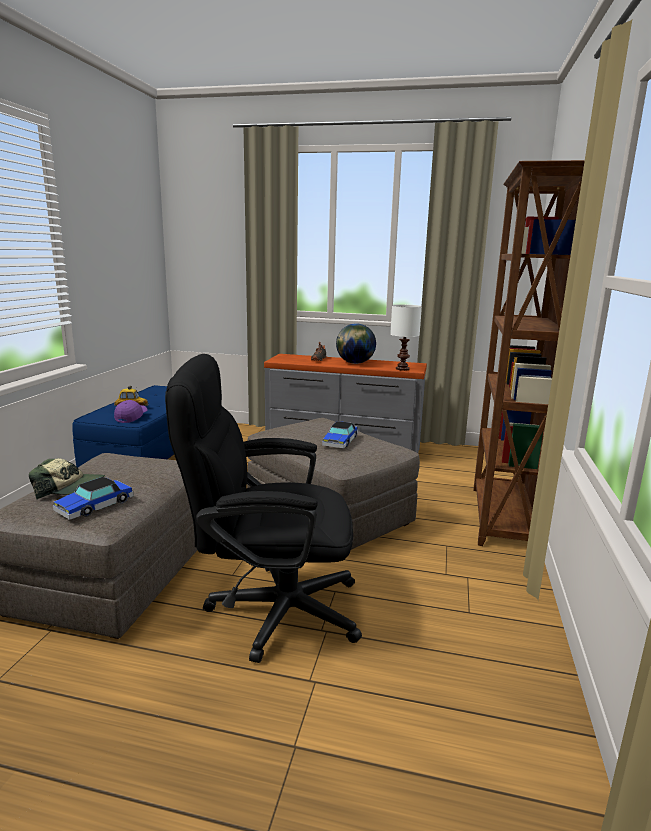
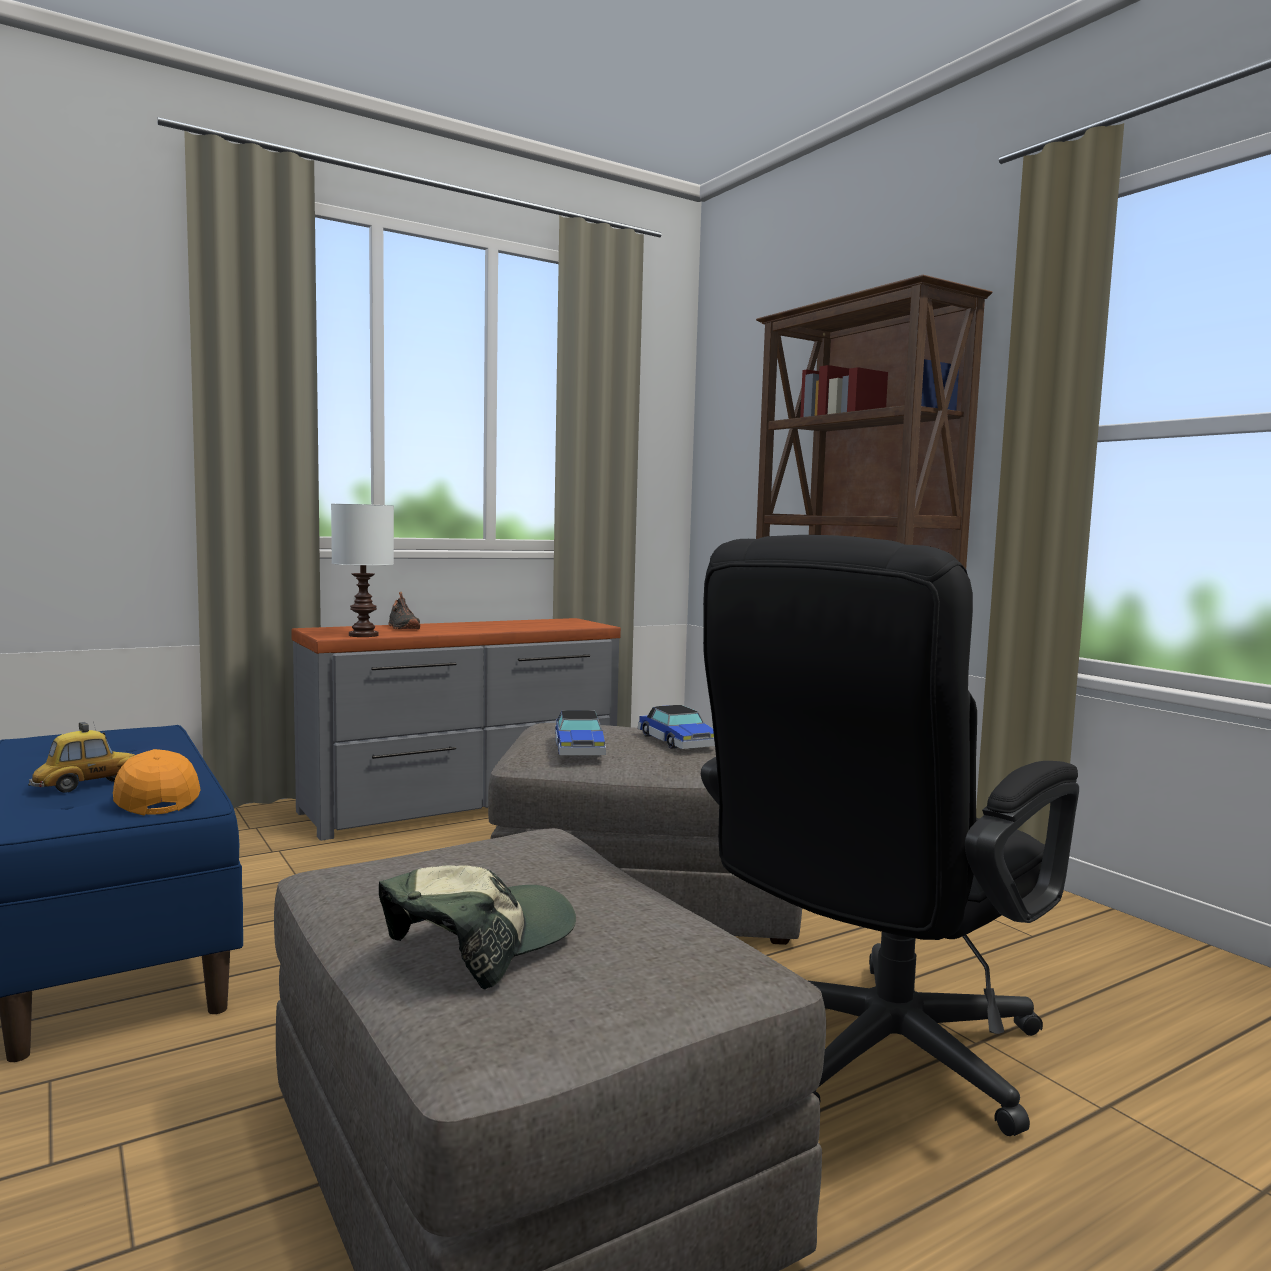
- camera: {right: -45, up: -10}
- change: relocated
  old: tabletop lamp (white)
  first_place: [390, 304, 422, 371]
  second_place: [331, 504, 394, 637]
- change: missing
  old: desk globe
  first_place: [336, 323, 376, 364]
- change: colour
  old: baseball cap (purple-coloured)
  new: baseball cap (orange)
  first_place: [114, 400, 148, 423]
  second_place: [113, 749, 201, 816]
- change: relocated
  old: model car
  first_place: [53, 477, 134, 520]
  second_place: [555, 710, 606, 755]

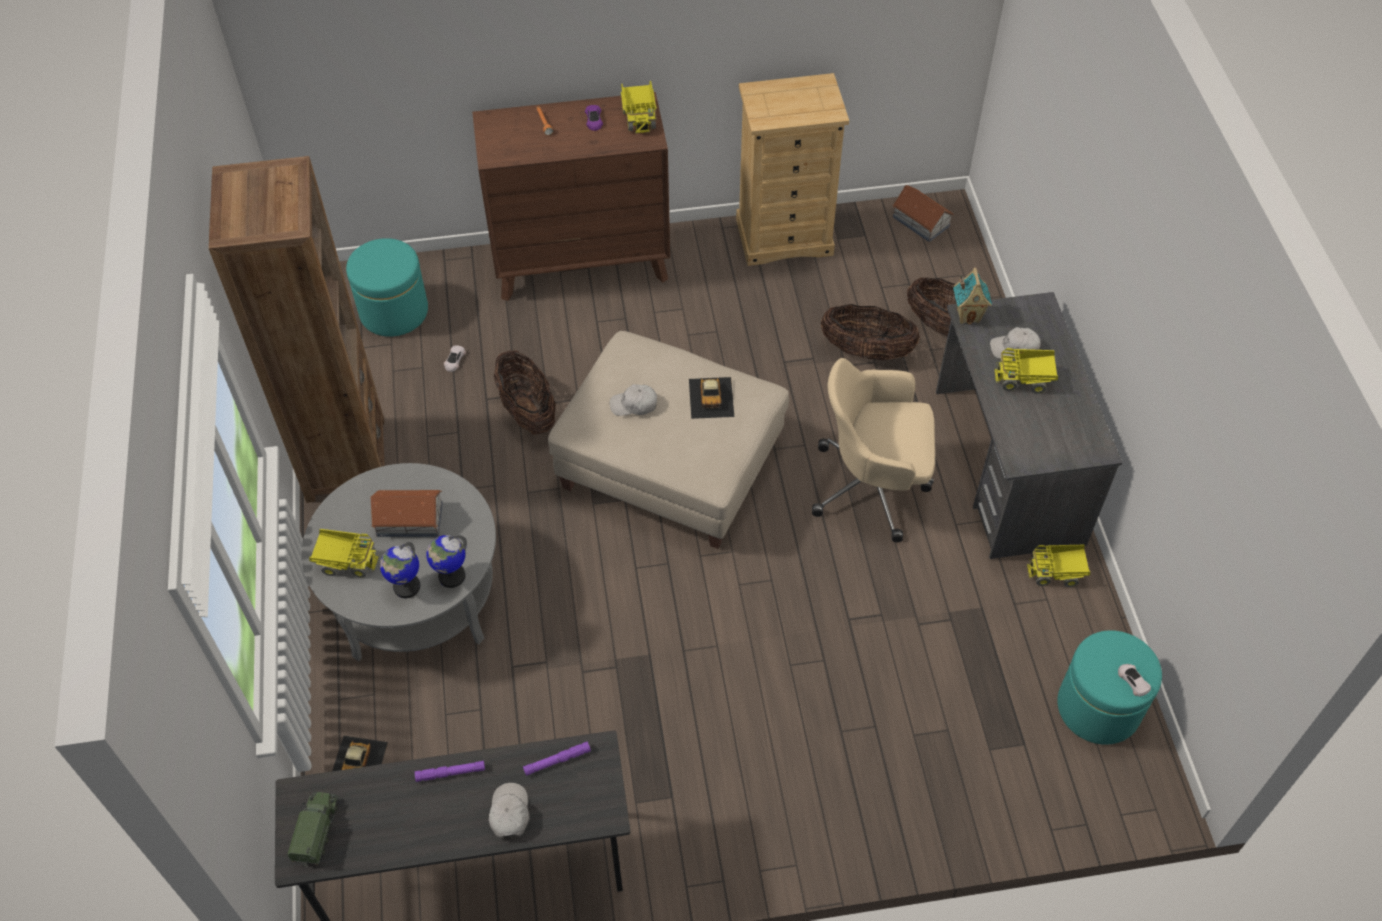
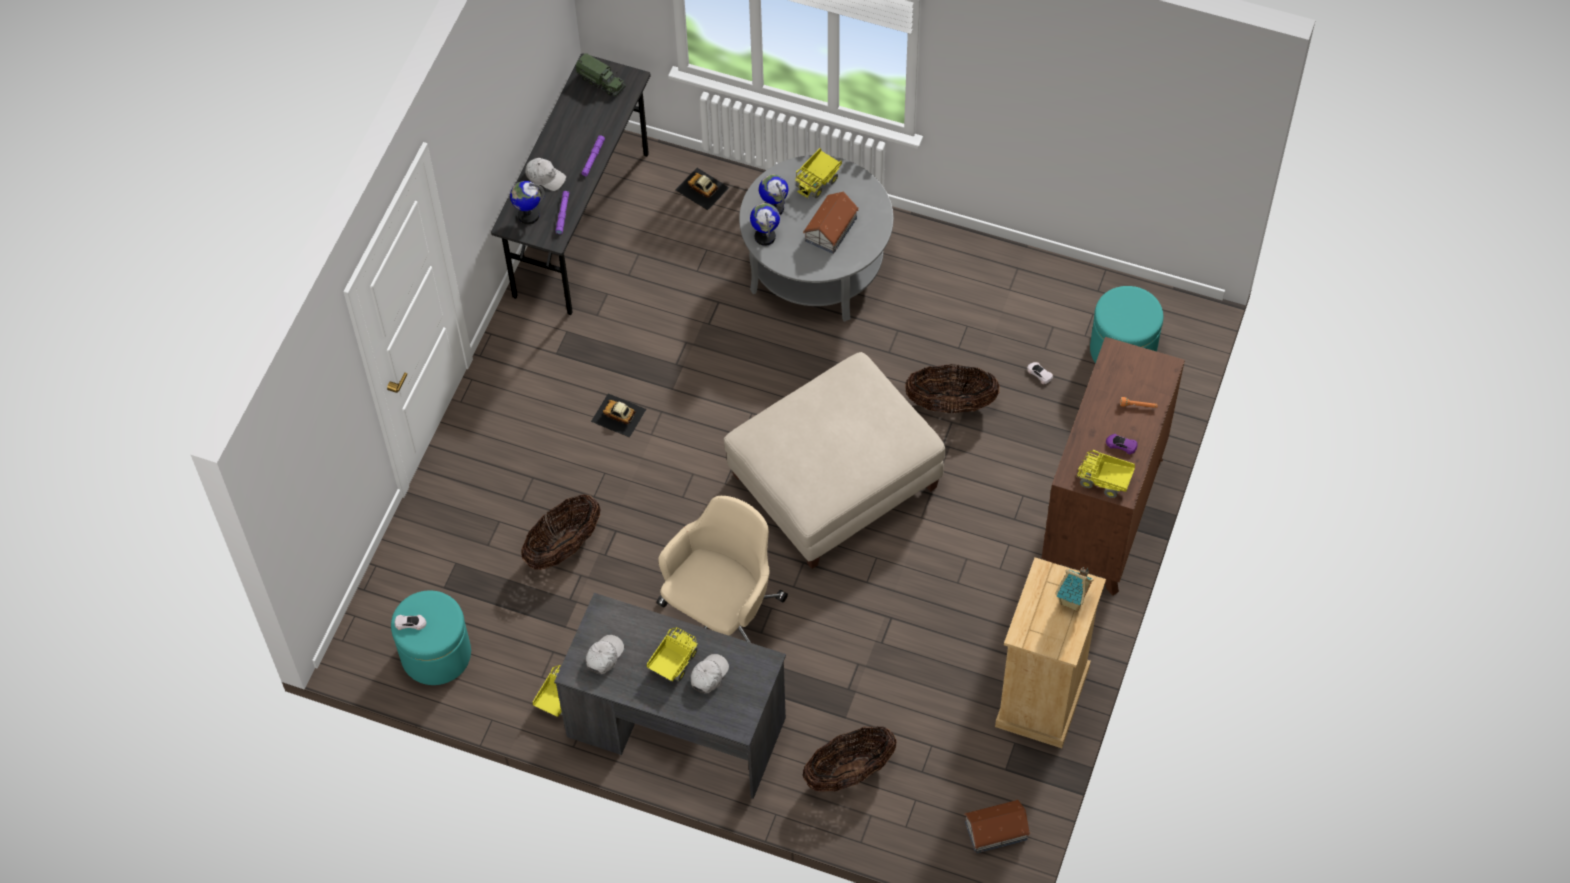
- camera: {right: 120, up: 5}
- change: missing
  old: bookcase (brown-coloured)
  first_place: [209, 156, 385, 503]
- change: relocated
  old: miniature house
  first_place: [953, 268, 992, 324]
  second_place: [1055, 567, 1094, 611]
- change: relocated
  old: storage basket
  first_place: [821, 304, 920, 360]
  second_place: [521, 494, 601, 570]
- change: relocated
  old: model car
  first_place: [689, 377, 734, 419]
  second_place: [591, 393, 647, 438]
- change: relocated
  old: baseball cap (white)
  first_place: [610, 384, 657, 416]
  second_place: [586, 635, 624, 674]
- change: appeared
  new: desk globe
  second_place: [510, 181, 545, 224]

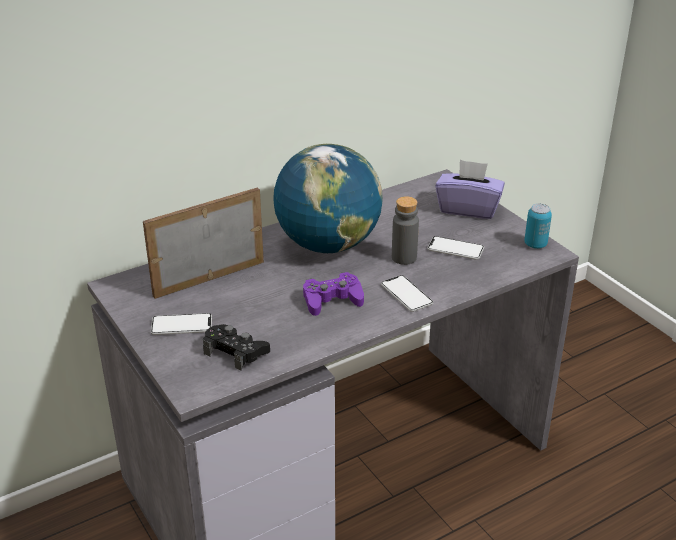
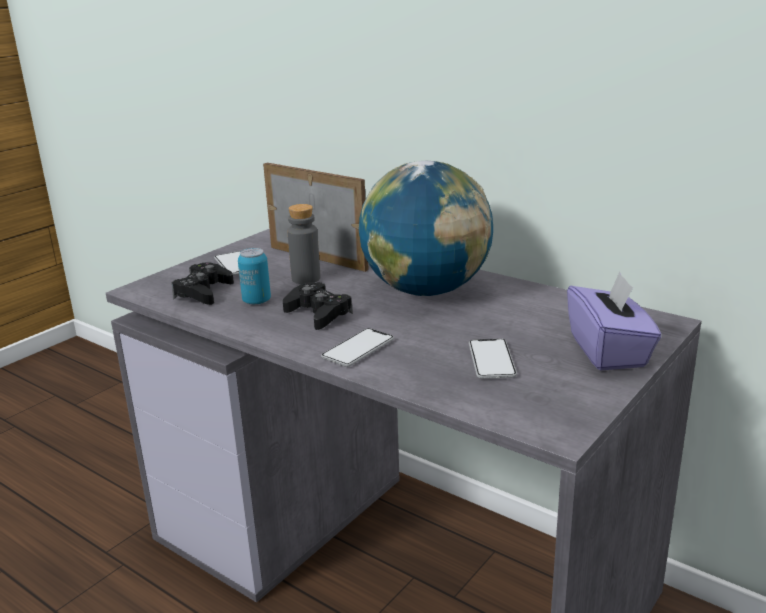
- camera: {right: 70, up: -10}
- change: relocated
  old: drink bottle (gray)
  first_place: [392, 196, 419, 265]
  second_place: [287, 204, 320, 284]
- change: relocated
  old: metal can
  first_place: [524, 203, 552, 249]
  second_place: [238, 248, 271, 305]
- change: colour
  old: game controller (purple-coloured)
  new: game controller (black)
  first_place: [303, 272, 364, 316]
  second_place: [283, 282, 353, 330]

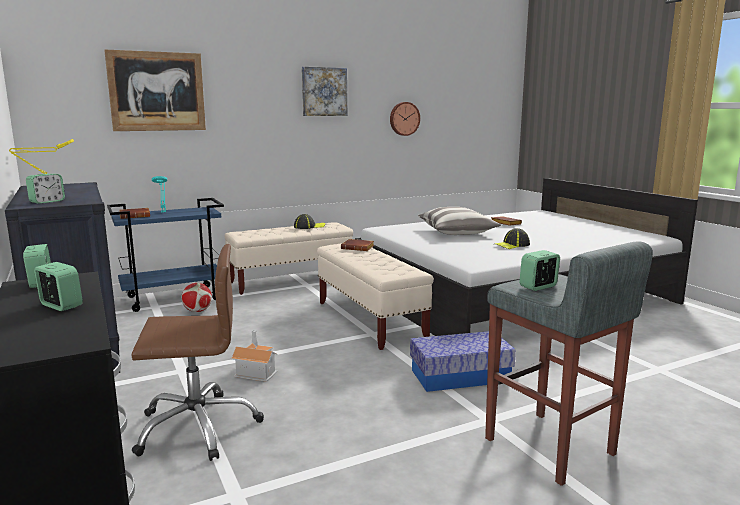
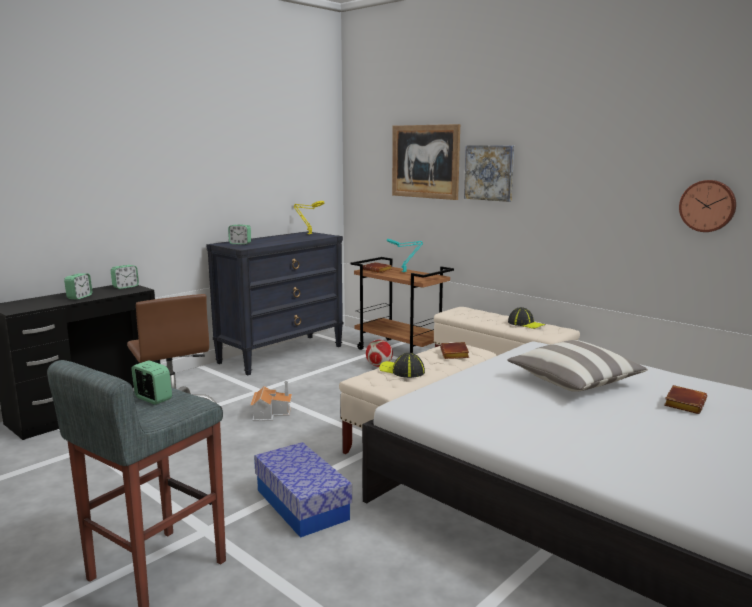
- camera: {right: 70, up: 0}
- change: relocated
  old: wall picture
  first_place: [302, 67, 347, 116]
  second_place: [464, 145, 514, 202]
- change: colour
  old: wheeled cart (blue-coloured)
  new: wheeled cart (brown-coloured)
  first_place: [107, 198, 224, 312]
  second_place: [351, 257, 454, 353]
- change: relocated
  old: baseball cap
  first_place: [495, 228, 530, 249]
  second_place: [380, 353, 425, 378]

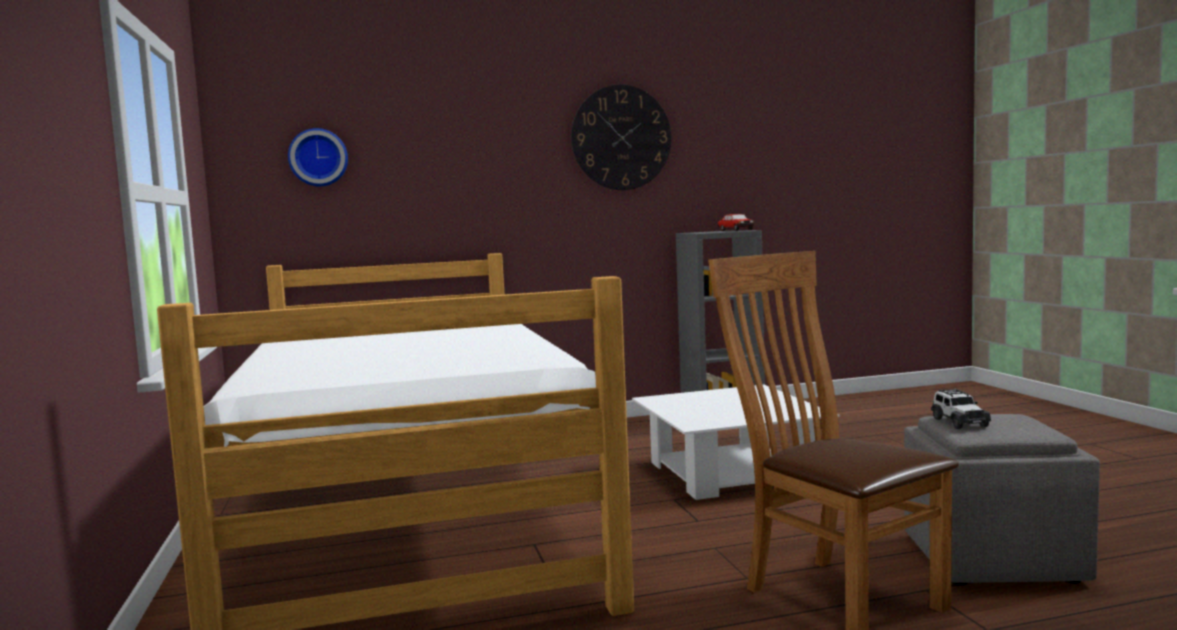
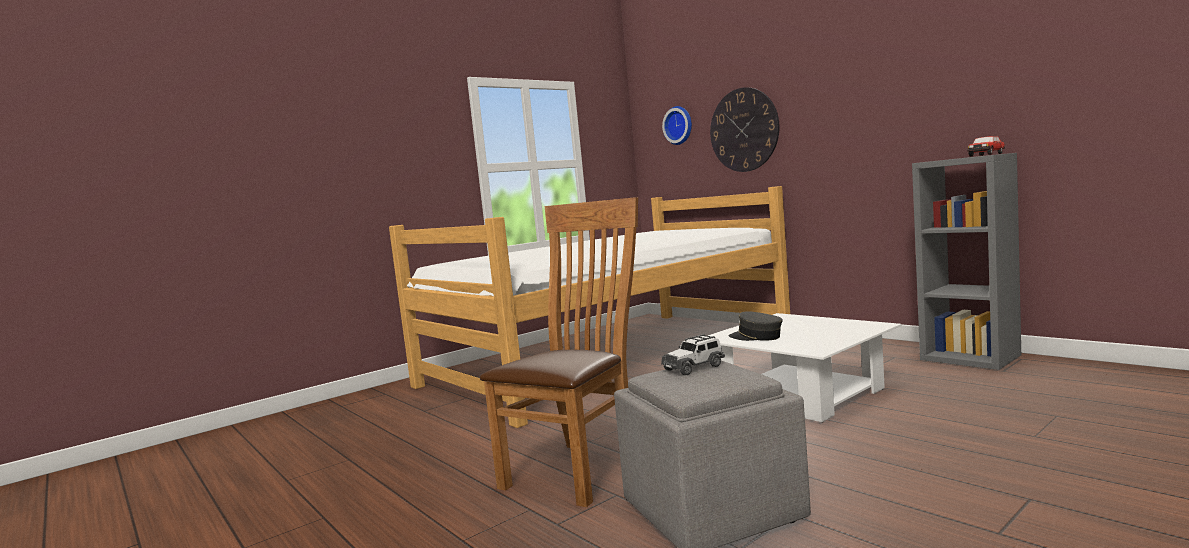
- camera: {right: 65, up: 0}
- change: relocated
  old: clock on the wall
  first_place: [571, 84, 671, 190]
  second_place: [710, 87, 779, 172]
- change: appeared
  new: baseball cap (gray)
  second_place: [729, 312, 783, 341]

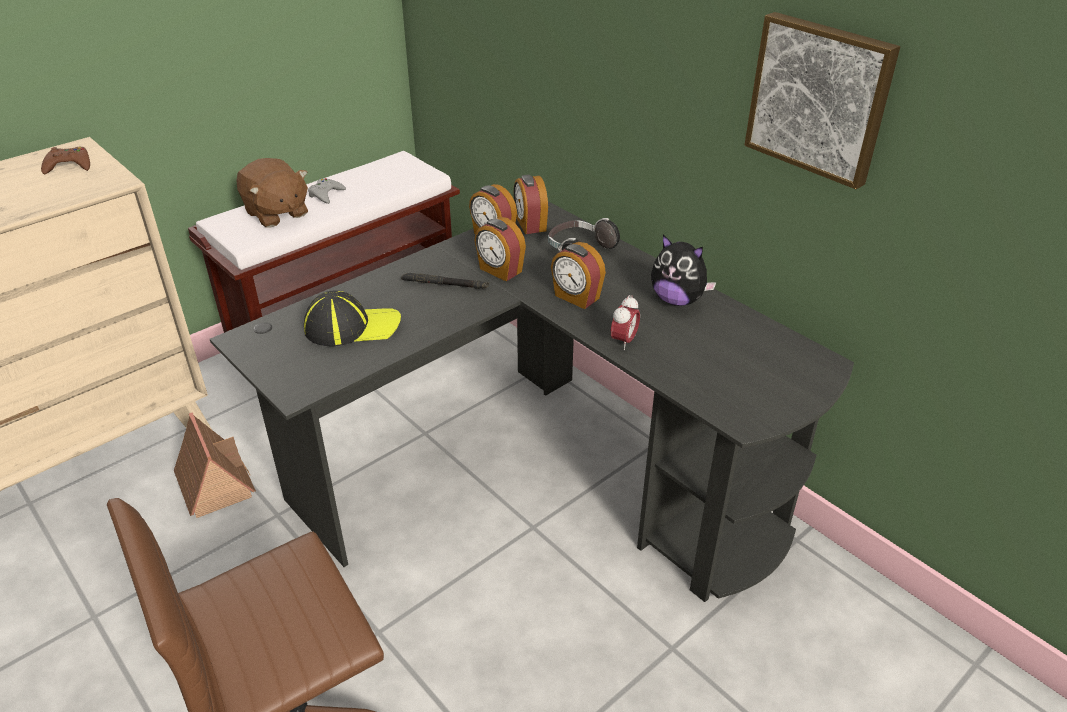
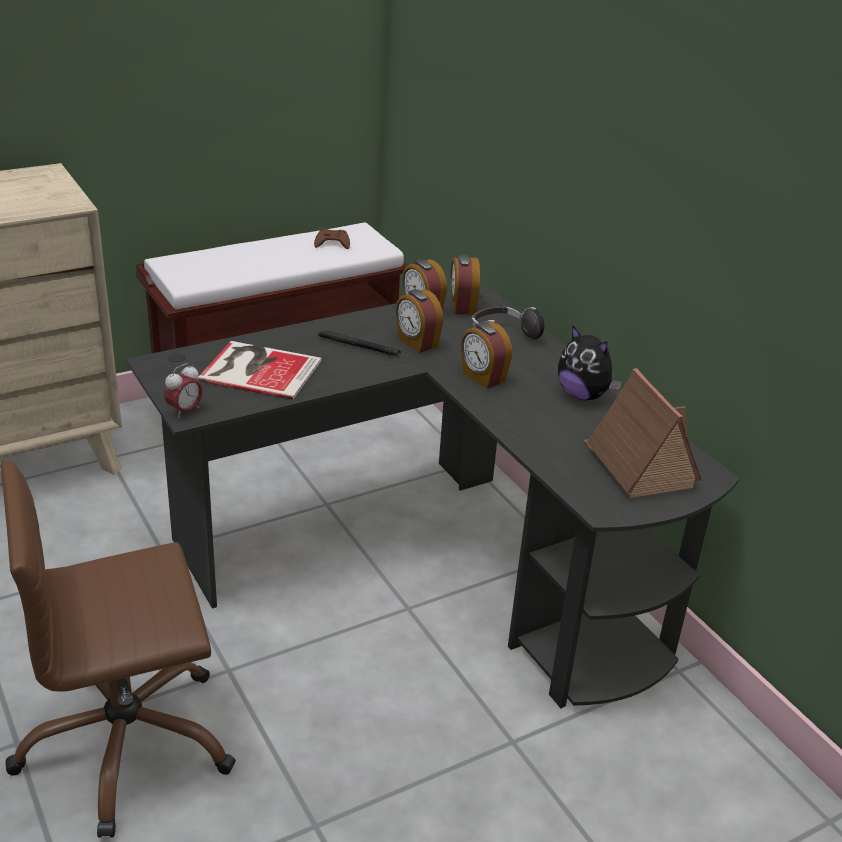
- camera: {right: 10, up: -5}
- change: missing
  old: wall picture
  first_place: [744, 12, 901, 189]
- change: relocated
  old: game controller (brown-coloured)
  first_place: [41, 147, 90, 174]
  second_place: [314, 228, 350, 249]
- change: missing
  old: soft toy (brown-coloured)
  first_place: [236, 158, 308, 227]
- change: missing
  old: game controller (gray)
  first_place: [308, 178, 346, 204]
- change: exchanged
  old: baseball cap
  new: volume
  first_place: [304, 291, 401, 347]
  second_place: [197, 341, 321, 400]
- change: relocated
  old: table clock
  first_place: [611, 295, 640, 350]
  second_place: [164, 363, 203, 419]
- change: relocated
  old: miniature house
  first_place: [174, 412, 256, 518]
  second_place: [583, 368, 702, 499]

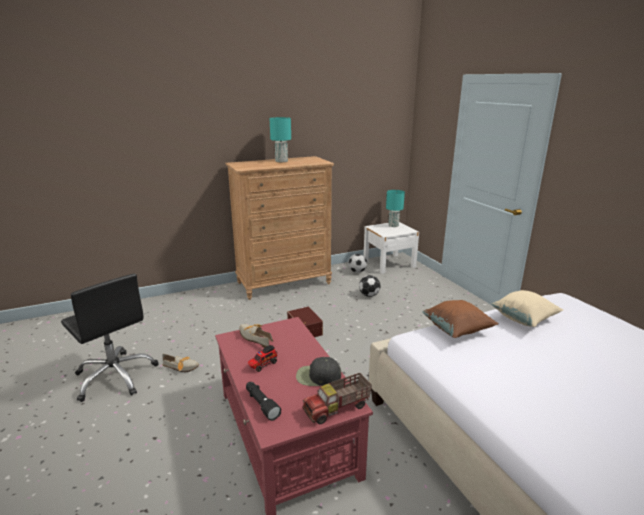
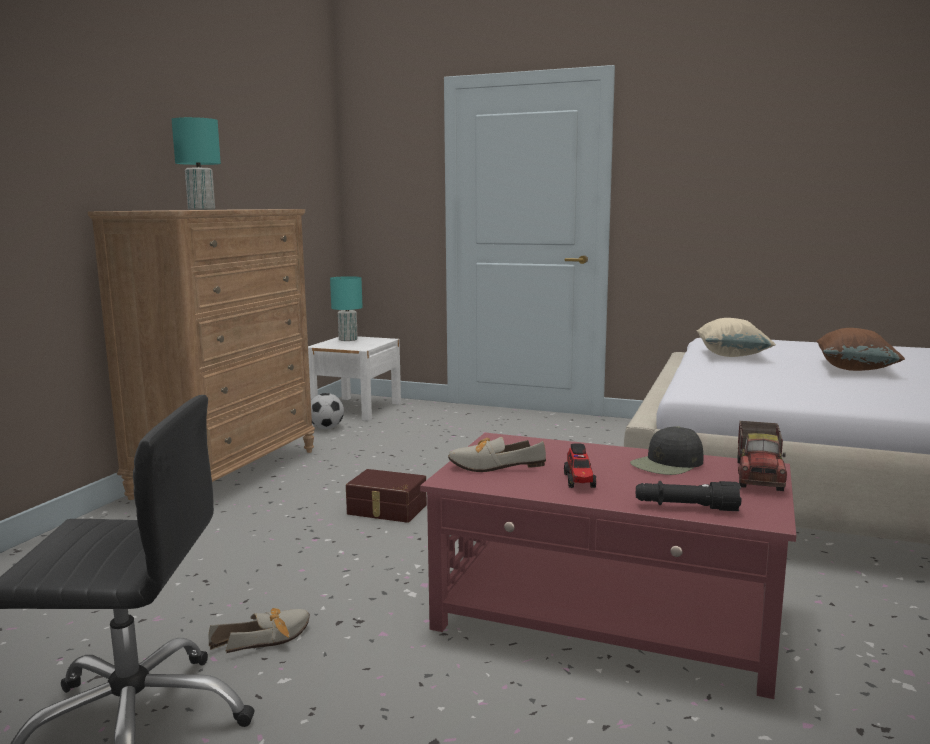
- camera: {right: -45, up: -10}
- change: missing
  old: football
  first_place: [359, 275, 381, 297]
- change: relocated
  old: throw pillow (brown-coloured)
  first_place: [422, 300, 498, 338]
  second_place: [816, 328, 905, 371]

